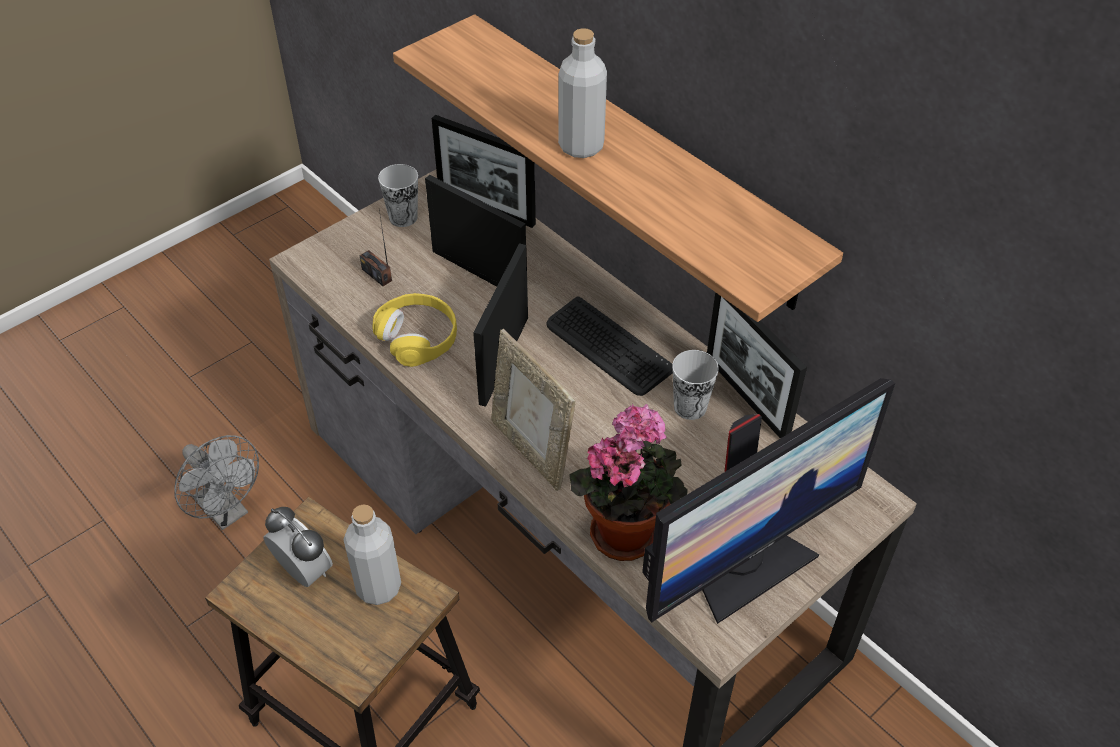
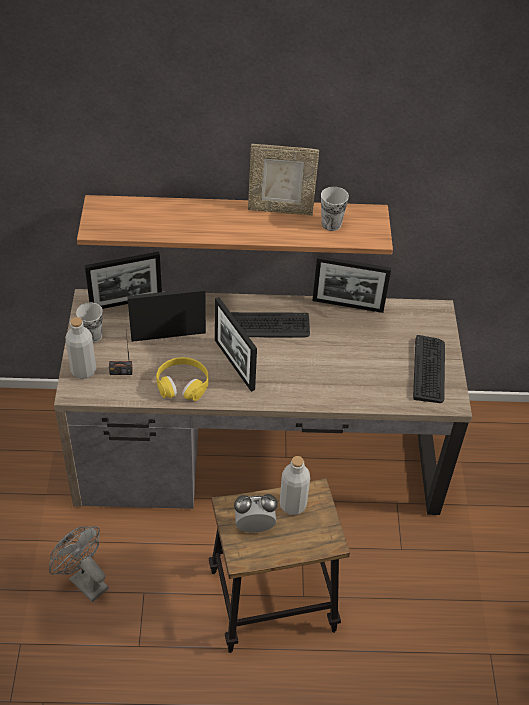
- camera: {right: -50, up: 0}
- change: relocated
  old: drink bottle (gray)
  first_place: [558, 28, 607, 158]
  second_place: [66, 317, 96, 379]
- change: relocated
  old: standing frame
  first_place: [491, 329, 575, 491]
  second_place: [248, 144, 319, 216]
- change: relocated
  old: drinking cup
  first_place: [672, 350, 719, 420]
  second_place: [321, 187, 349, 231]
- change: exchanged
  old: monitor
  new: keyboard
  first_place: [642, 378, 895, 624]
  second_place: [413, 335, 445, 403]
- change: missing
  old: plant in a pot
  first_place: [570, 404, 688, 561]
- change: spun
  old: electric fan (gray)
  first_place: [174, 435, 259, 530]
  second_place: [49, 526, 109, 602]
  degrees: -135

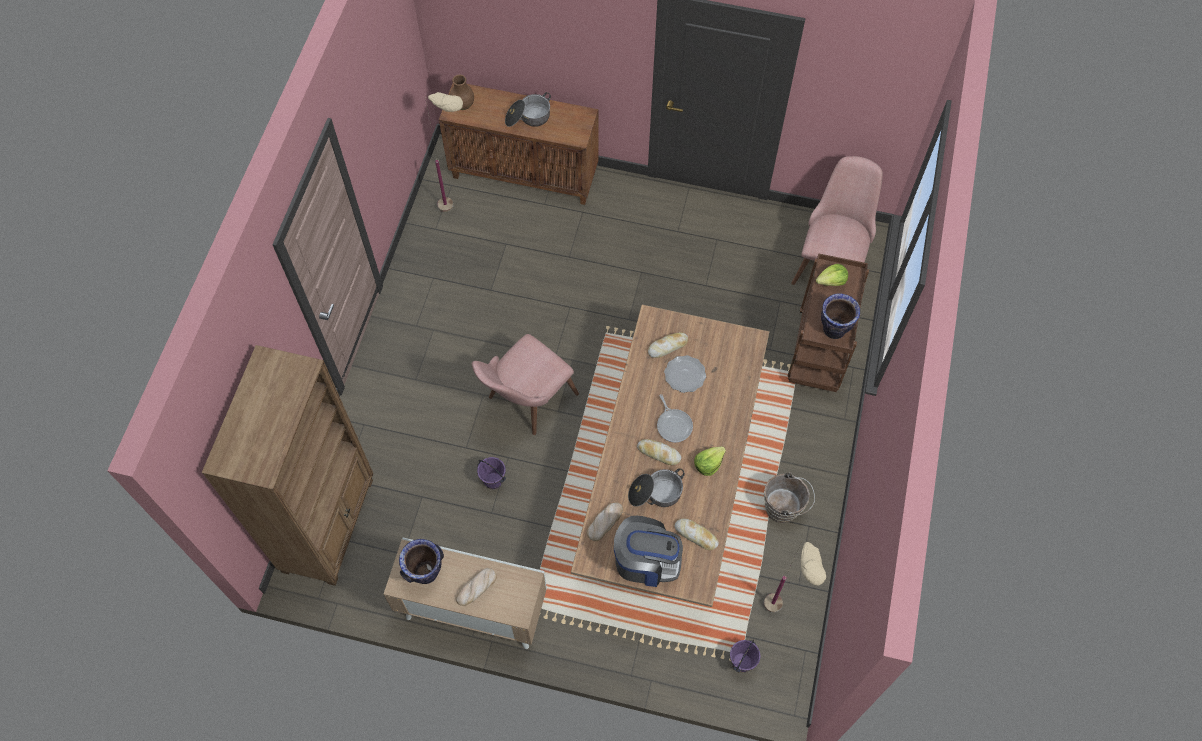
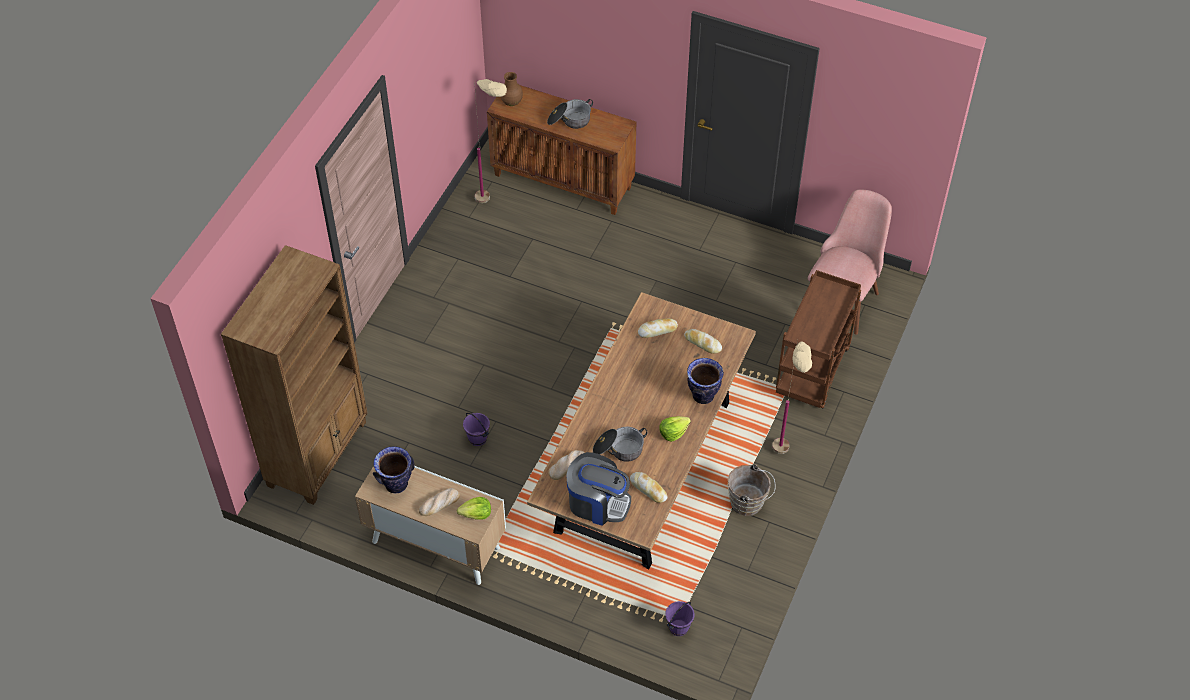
- camera: {right: 10, up: -10}
- change: relocated
  old: head of lettuce
  first_place: [816, 264, 848, 286]
  second_place: [457, 497, 491, 519]
- change: relocated
  old: vase
  first_place: [821, 293, 860, 339]
  second_place: [687, 358, 724, 404]
- change: missing
  old: upright chair (pink-coloured)
  first_place: [472, 334, 579, 435]
- change: missing
  old: plate
  first_place: [664, 355, 706, 393]
- change: missing
  old: pan
  first_place: [657, 394, 693, 443]
- change: relocated
  old: bread
  first_place: [637, 439, 681, 465]
  second_place: [684, 329, 722, 354]
- change: relocated
  old: standing lamp (beige-coloured)
  first_place: [764, 542, 826, 613]
  second_place: [772, 340, 812, 454]

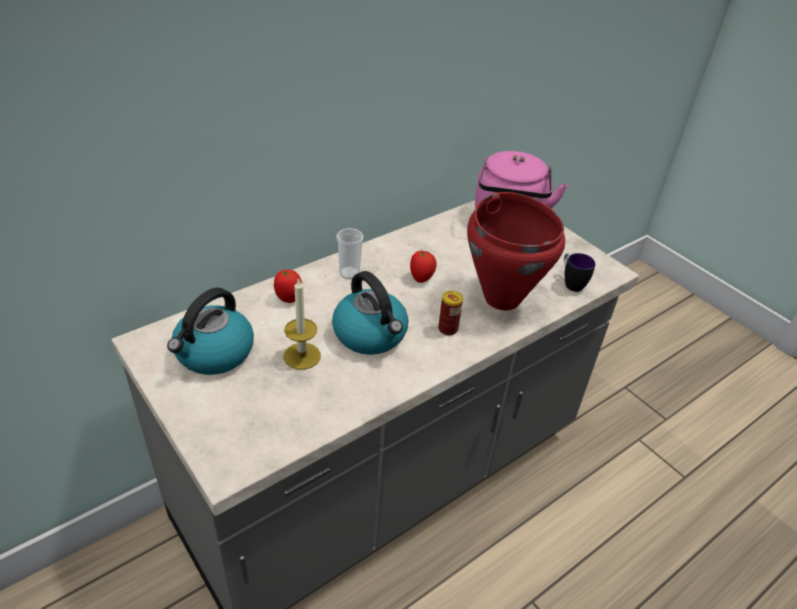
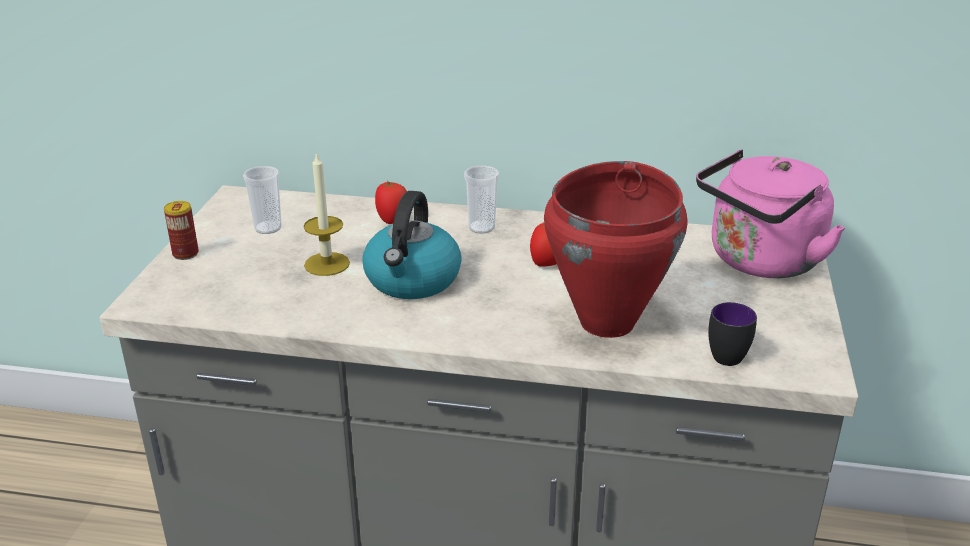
- camera: {right: 50, up: -10}
- change: exchanged
  old: tea kettle
  new: drinking cup
  first_place: [167, 288, 254, 375]
  second_place: [243, 166, 282, 234]
- change: relocated
  old: metal can
  first_place: [438, 291, 463, 336]
  second_place: [164, 201, 199, 260]

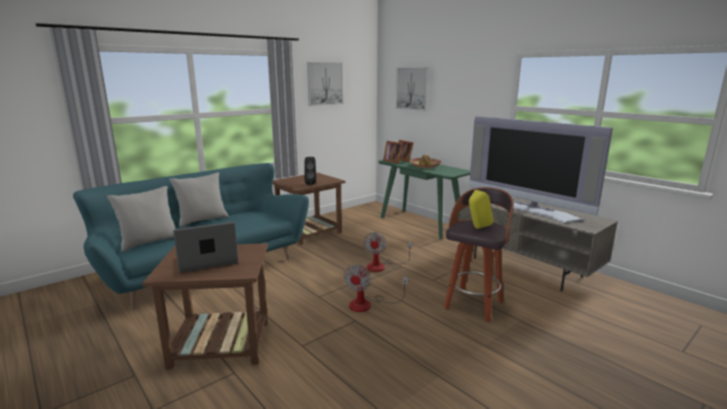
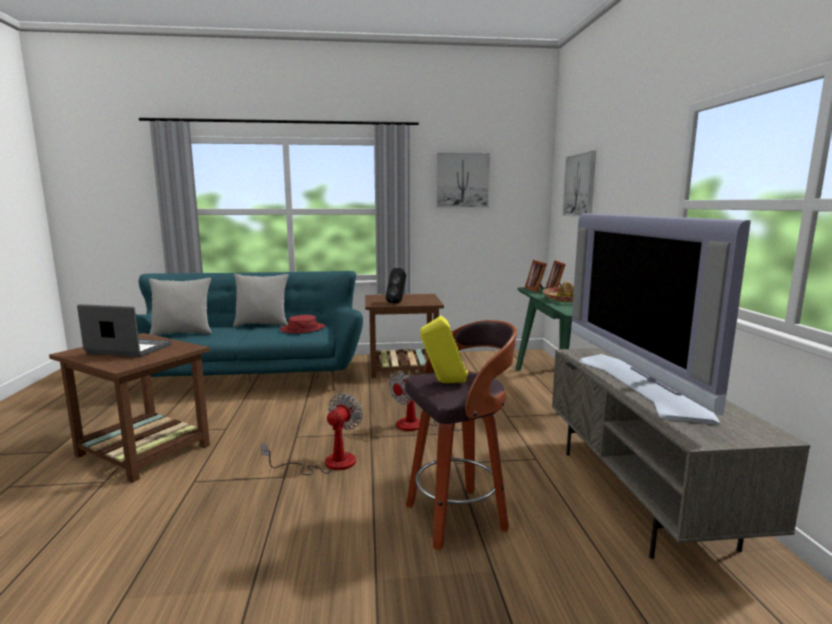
- camera: {right: 35, up: -5}
- change: spun
  old: electric fan
  first_place: [343, 265, 408, 312]
  second_place: [261, 393, 363, 475]
  degrees: 150
- change: appeared
  new: hat (reddish)
  second_place: [280, 315, 325, 333]

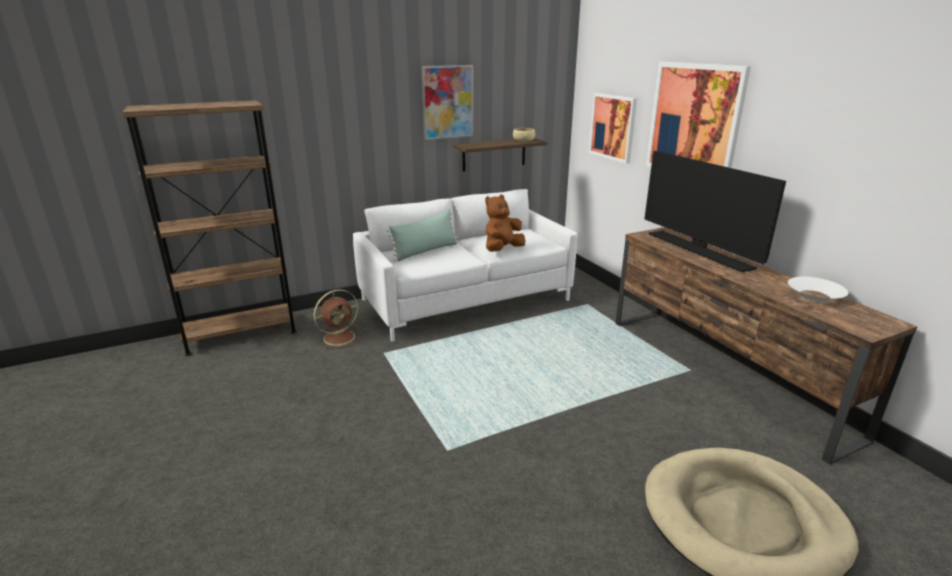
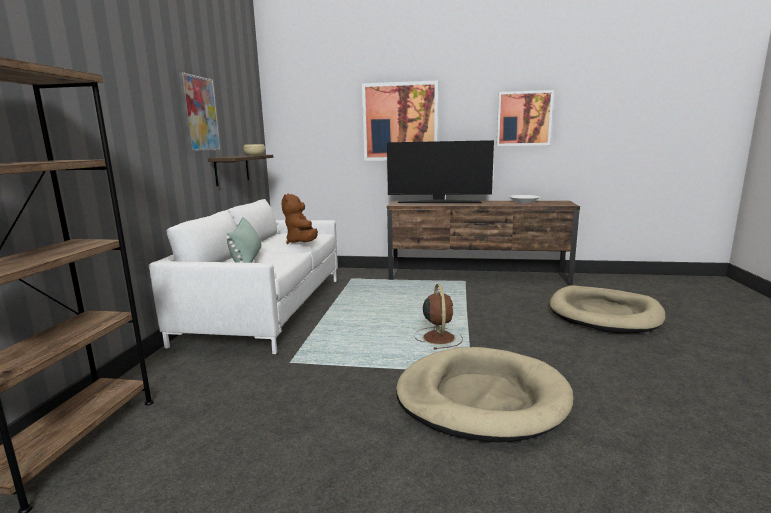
- camera: {right: -55, up: -10}
- change: relocated
  old: wall picture
  first_place: [589, 93, 637, 163]
  second_place: [496, 90, 554, 146]
- change: relocated
  old: electric fan (brown-coloured)
  first_place: [313, 289, 363, 349]
  second_place: [414, 284, 463, 349]
- change: appeared
  new: pet bed (beige-coloured)
  second_place: [396, 347, 574, 442]

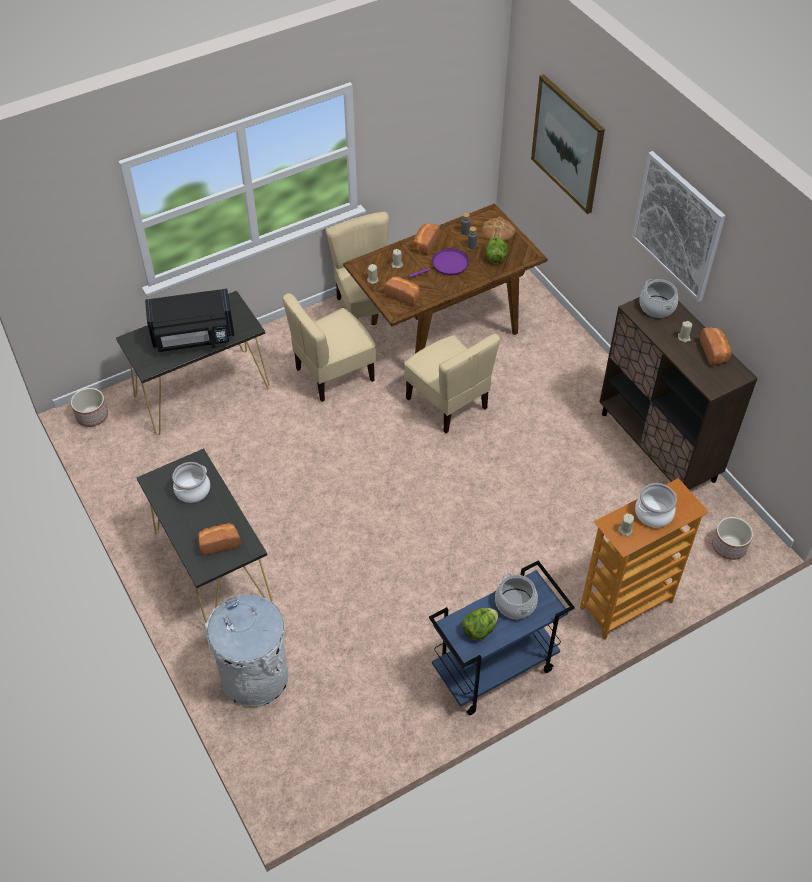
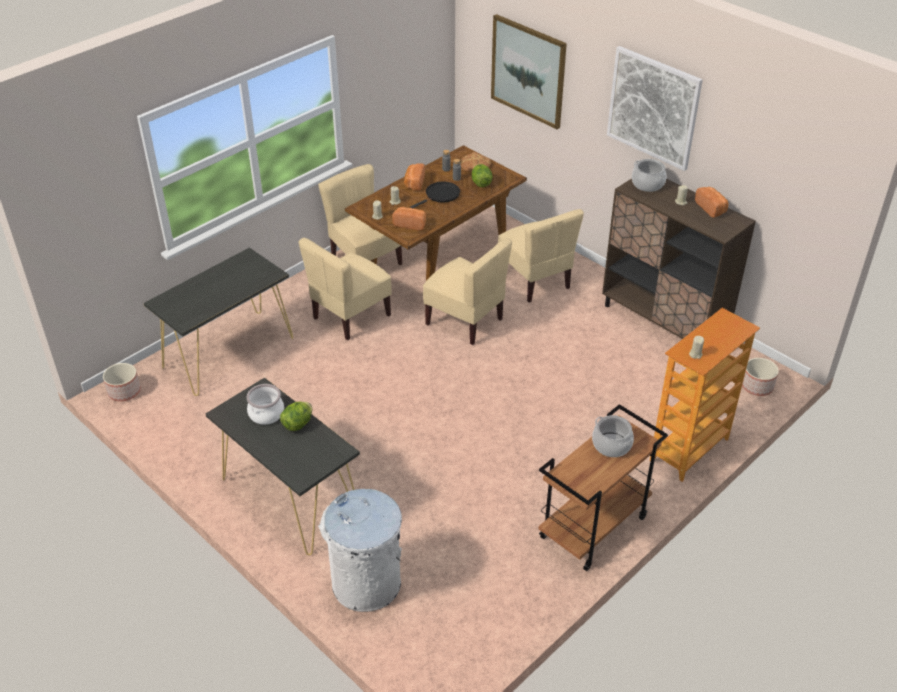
- camera: {right: -15, up: -10}
- change: colour
  old: pan (purple-coloured)
  new: pan (black)
  first_place: [409, 248, 469, 278]
  second_place: [410, 182, 460, 208]
- change: missing
  old: microwave (black)
  first_place: [145, 288, 235, 352]
- change: missing
  old: saucepot
  first_place: [635, 483, 677, 528]
- change: missing
  old: bread
  first_place: [198, 523, 241, 555]
- change: colour
  old: wheeled cart (blue-coloured)
  new: wheeled cart (brown-coloured)
  first_place: [429, 560, 575, 716]
  second_place: [539, 404, 668, 571]
- change: relocated
  old: head of lettuce
  first_place: [462, 608, 498, 640]
  second_place: [280, 401, 312, 431]
- change: appeared
  new: upright chair (beige-coloured)
  second_place: [498, 209, 584, 303]

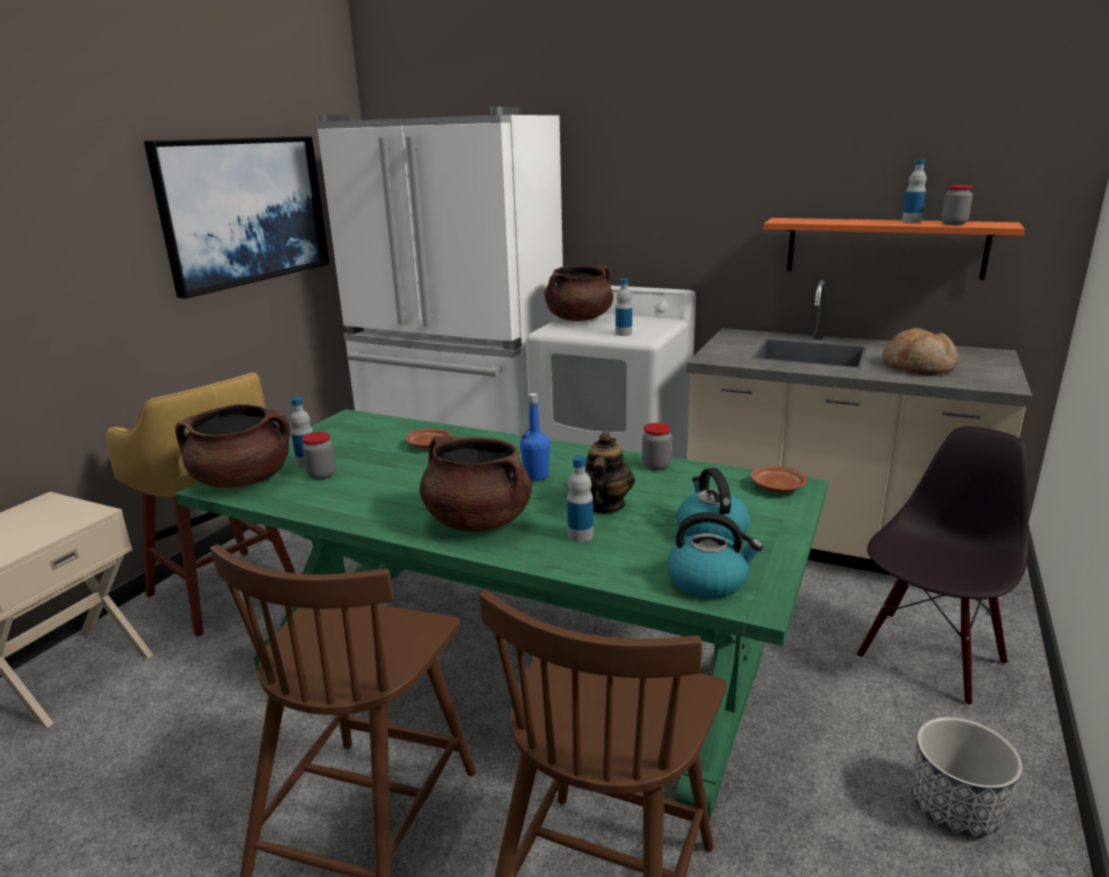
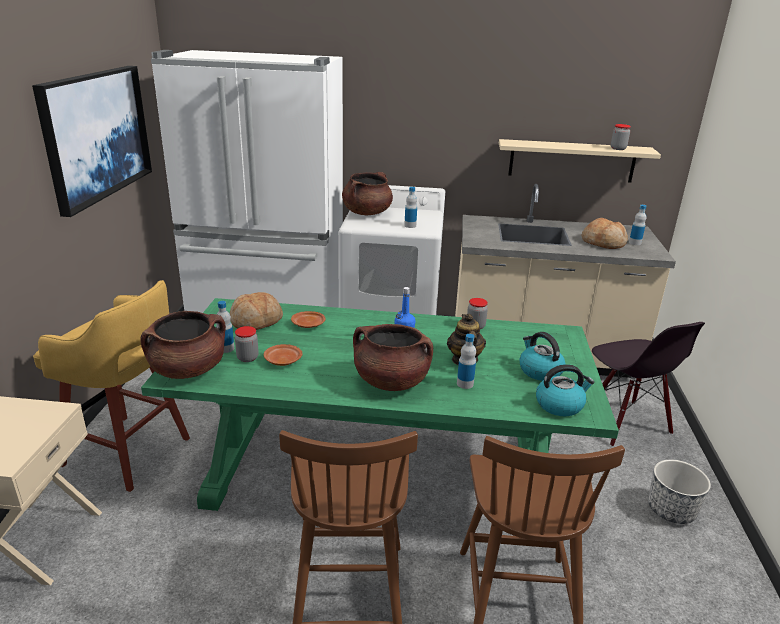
- camera: {right: -20, up: 5}
- change: relocated
  old: drink bottle
  first_place: [902, 159, 927, 223]
  second_place: [629, 205, 646, 245]
- change: colour
  old: bracket shelf (orange)
  new: bracket shelf (beige-coloured)
  first_place: [763, 218, 1024, 280]
  second_place: [499, 139, 661, 183]
- change: spun
  old: upright chair (black)
  first_place: [856, 426, 1029, 706]
  second_place: [592, 322, 705, 447]
  degrees: 135
- change: relocated
  old: plate (brown-coloured)
  first_place: [751, 466, 807, 493]
  second_place: [264, 344, 303, 366]
- change: appeared
  new: bread
  second_place: [230, 292, 283, 330]

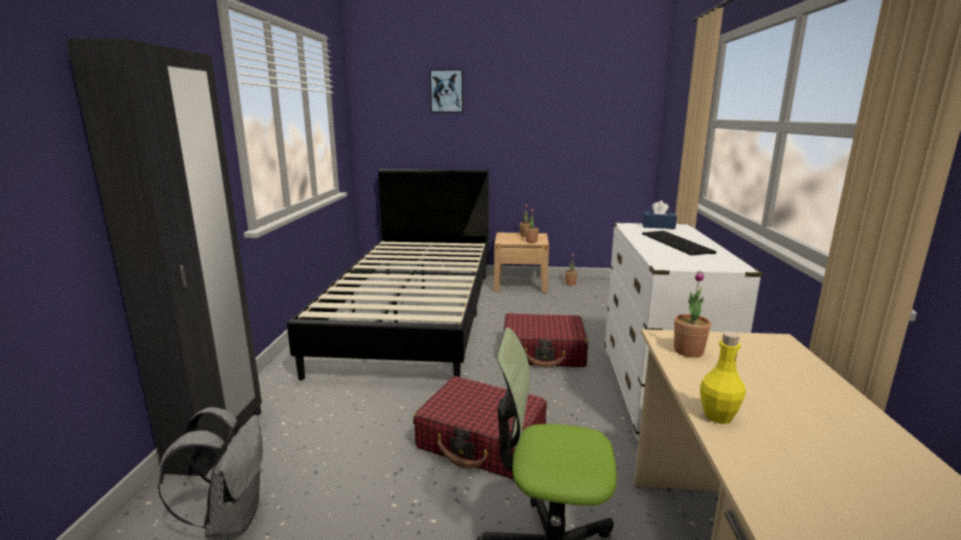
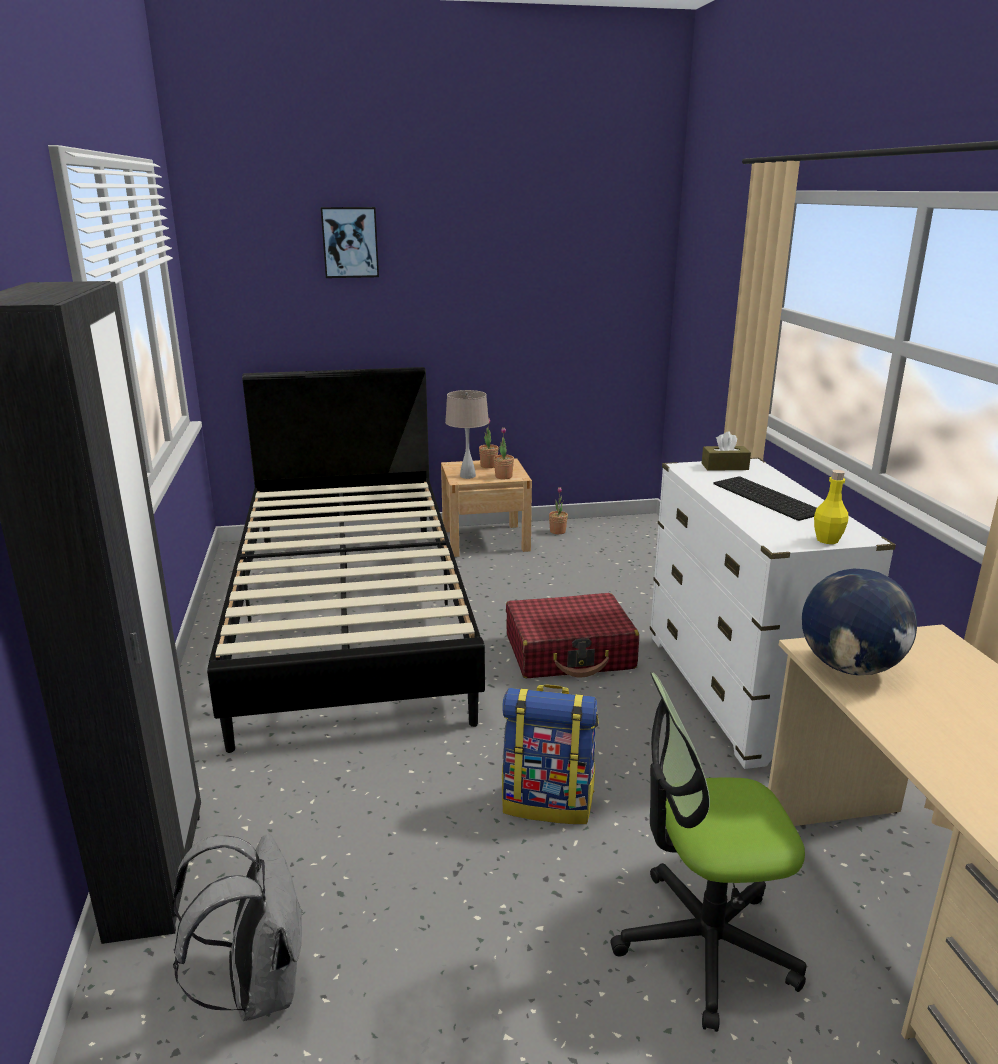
- camera: {right: -15, up: 5}
- change: colour
  old: tissue holder (blue-coloured)
  new: tissue holder (brown-coloured)
  first_place: [642, 201, 677, 229]
  second_place: [702, 431, 751, 471]
- change: exchanged
  old: plant in a pot
  new: desk globe
  first_place: [674, 271, 711, 357]
  second_place: [802, 568, 917, 675]
- change: relocated
  old: drink bottle (yellow-coloured)
  first_place: [700, 331, 746, 424]
  second_place: [814, 470, 848, 544]
- change: exchanged
  old: travel case (reddish)
  new: rucksack
  first_place: [413, 376, 547, 479]
  second_place: [502, 684, 599, 824]
- change: appeared
  new: tabletop lamp (beige-coloured)
  second_place: [445, 390, 489, 479]

